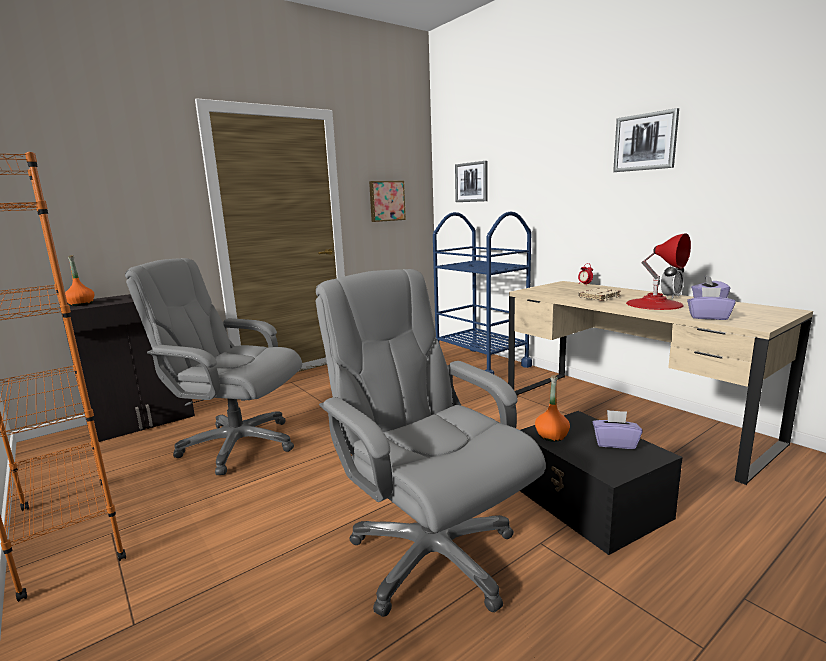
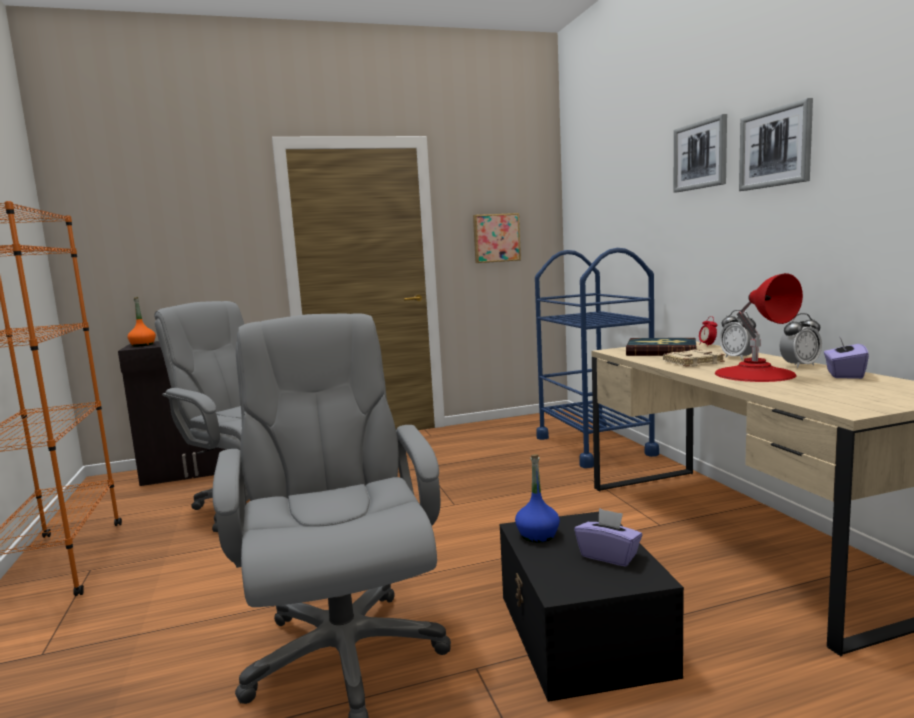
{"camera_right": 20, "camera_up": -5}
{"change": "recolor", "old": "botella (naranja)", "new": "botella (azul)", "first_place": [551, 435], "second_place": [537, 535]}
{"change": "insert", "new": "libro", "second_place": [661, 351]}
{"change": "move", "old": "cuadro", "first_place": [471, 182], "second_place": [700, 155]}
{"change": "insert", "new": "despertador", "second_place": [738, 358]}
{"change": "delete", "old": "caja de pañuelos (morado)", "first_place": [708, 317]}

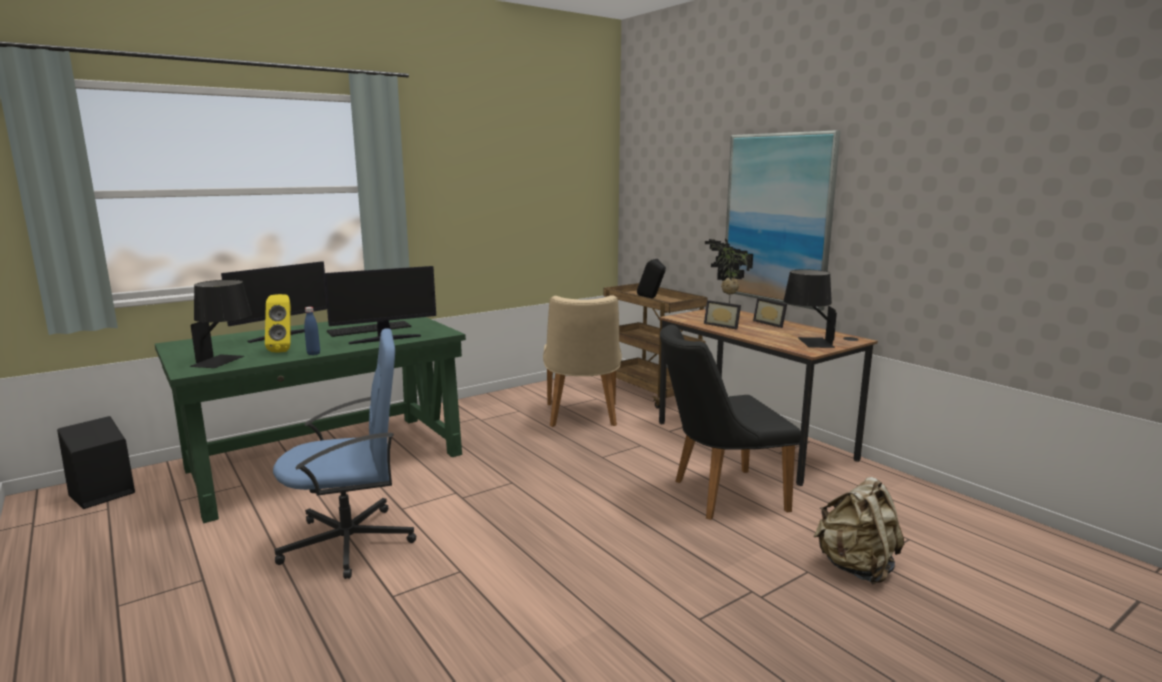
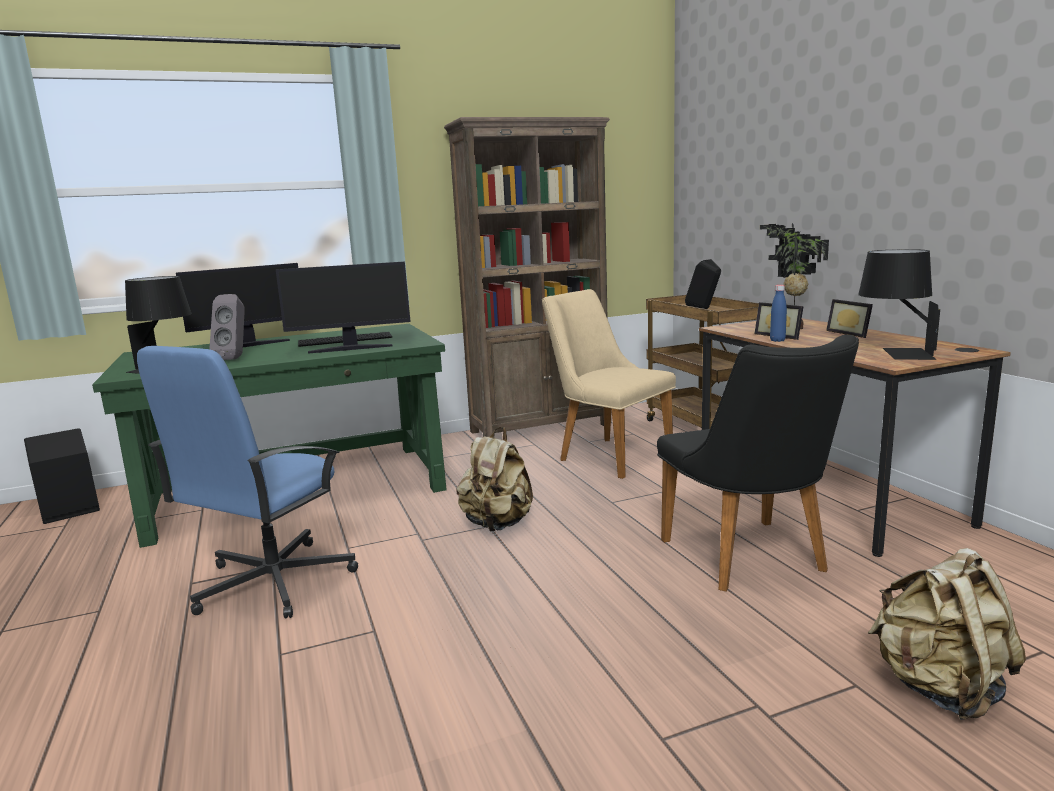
{"camera_right": 15, "camera_up": 0}
{"change": "rotate", "old": "silla de oficina (azul)", "first_place": [350, 542], "second_place": [271, 582], "degrees": 120}
{"change": "recolor", "old": "altavoz (amarillo)", "new": "altavoz (gris)", "first_place": [284, 350], "second_place": [235, 358]}
{"change": "insert", "new": "estantería (marrón)", "second_place": [541, 428]}
{"change": "insert", "new": "mochila (beis)", "second_place": [497, 524]}
{"change": "rotate", "old": "silla (beis)", "first_place": [582, 417], "second_place": [606, 454], "degrees": 120}
{"change": "rotate", "old": "silla (negro)", "first_place": [718, 495], "second_place": [751, 561], "degrees": -105}
{"change": "move", "old": "botella (azul)", "first_place": [313, 354], "second_place": [777, 340]}
{"change": "delete", "old": "cuadro", "first_place": [777, 219]}

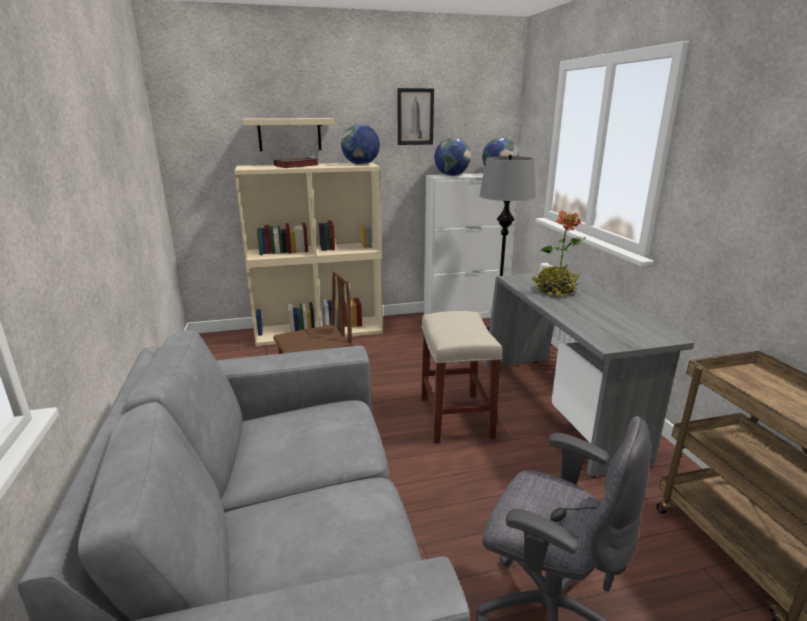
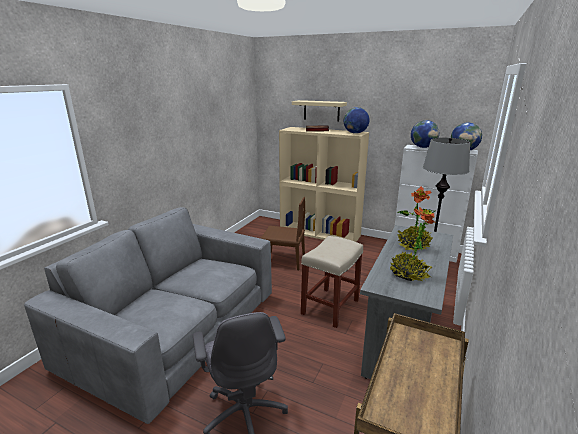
{"camera_right": 40, "camera_up": 0}
{"change": "insert", "new": "planta en maceta", "second_place": [408, 274]}
{"change": "delete", "old": "cuadro", "first_place": [415, 117]}

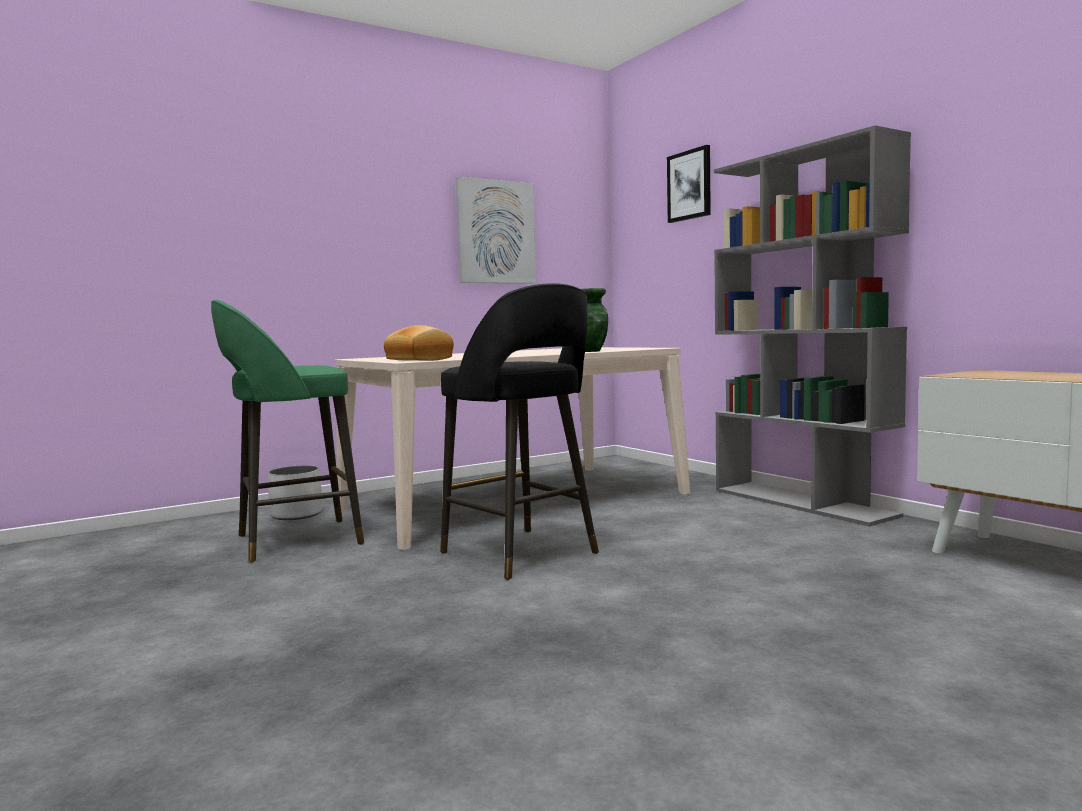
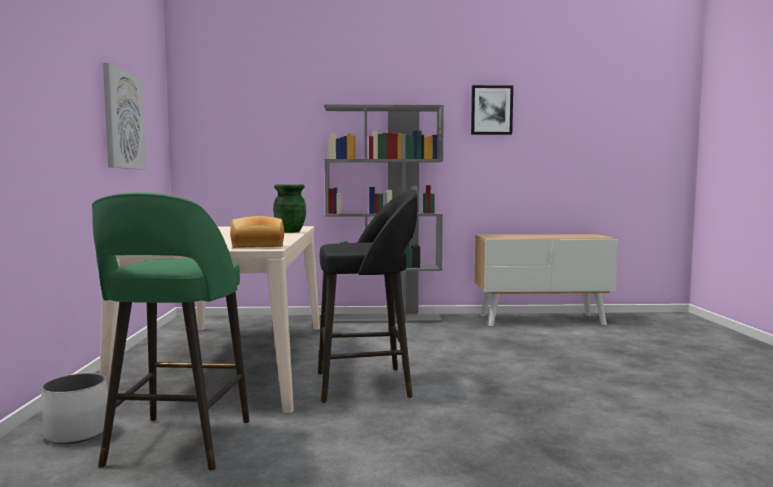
{"camera_right": -60, "camera_up": 0}
{"change": "move", "old": "cuadro", "first_place": [689, 185], "second_place": [491, 110]}

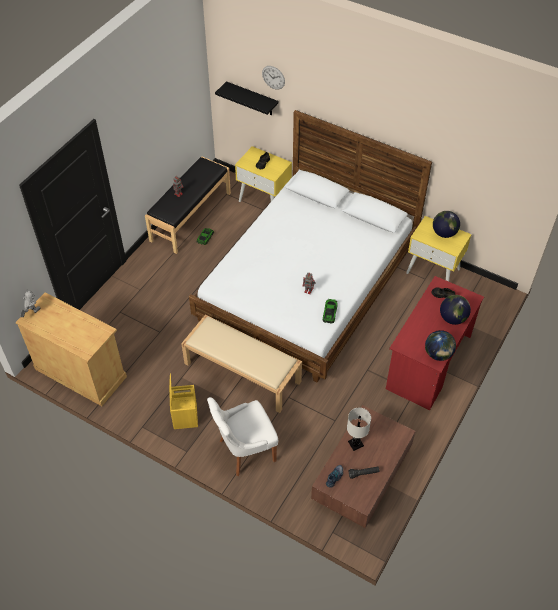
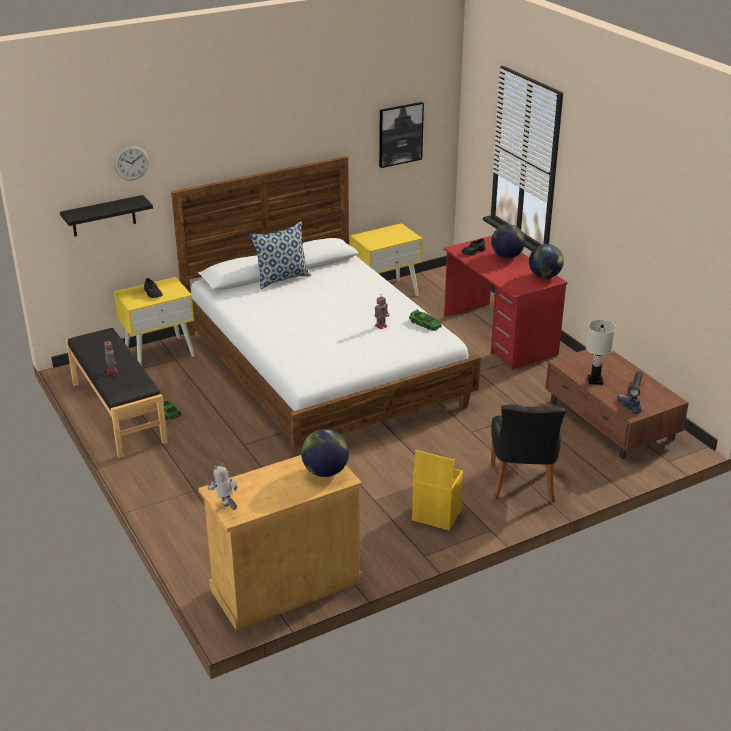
{"camera_right": -60, "camera_up": -20}
{"change": "insert", "new": "cojín", "second_place": [282, 278]}
{"change": "move", "old": "globo terráqueo", "first_place": [444, 233], "second_place": [325, 471]}
{"change": "insert", "new": "cuadro", "second_place": [400, 134]}
{"change": "recolor", "old": "silla (blanco)", "new": "silla (negro)", "first_place": [245, 451], "second_place": [522, 486]}
{"change": "delete", "old": "banco (beis)", "first_place": [243, 372]}

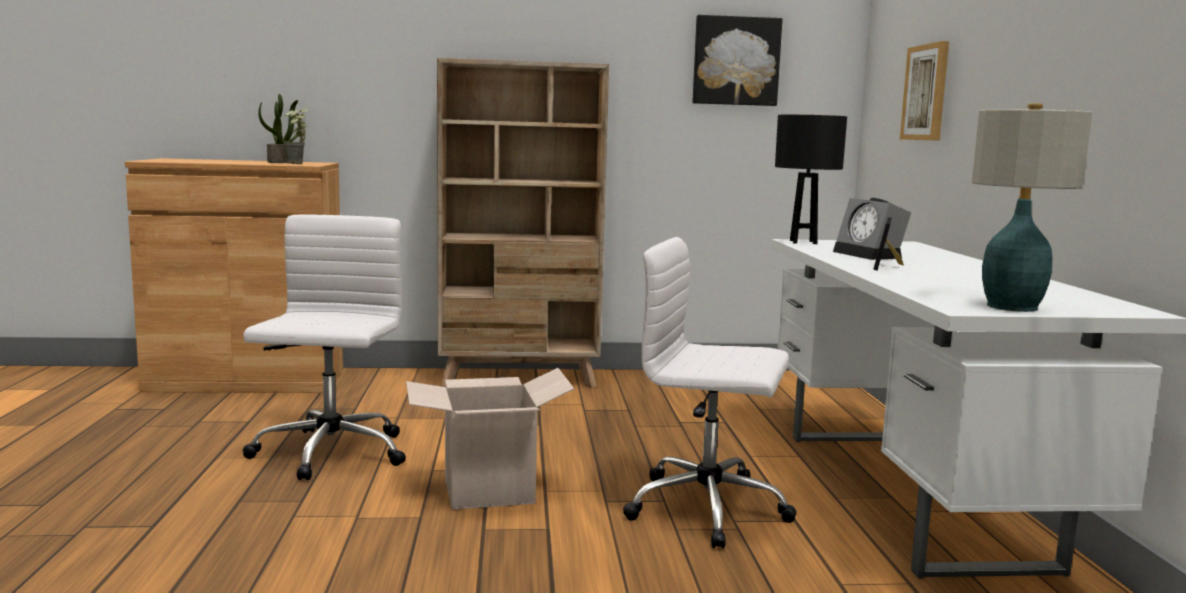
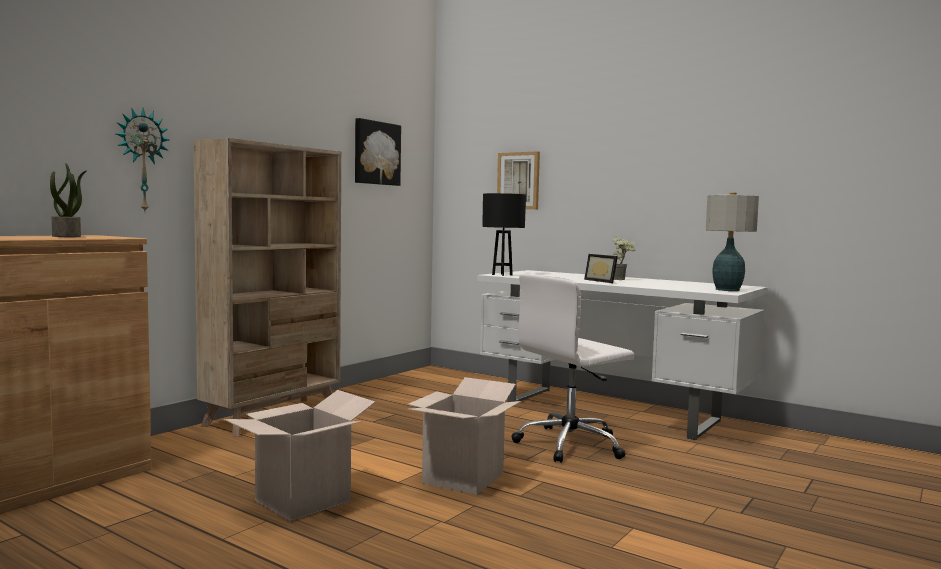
{"camera_right": -50, "camera_up": -5}
{"change": "insert", "new": "reloj de pared", "second_place": [141, 160]}
{"change": "replace", "old": "silla de oficina (blanco)", "new": "caja de cartón", "first_place": [329, 454], "second_place": [302, 501]}
{"change": "move", "old": "planta en maceta", "first_place": [297, 164], "second_place": [622, 280]}
{"change": "delete", "old": "despertador", "first_place": [871, 255]}

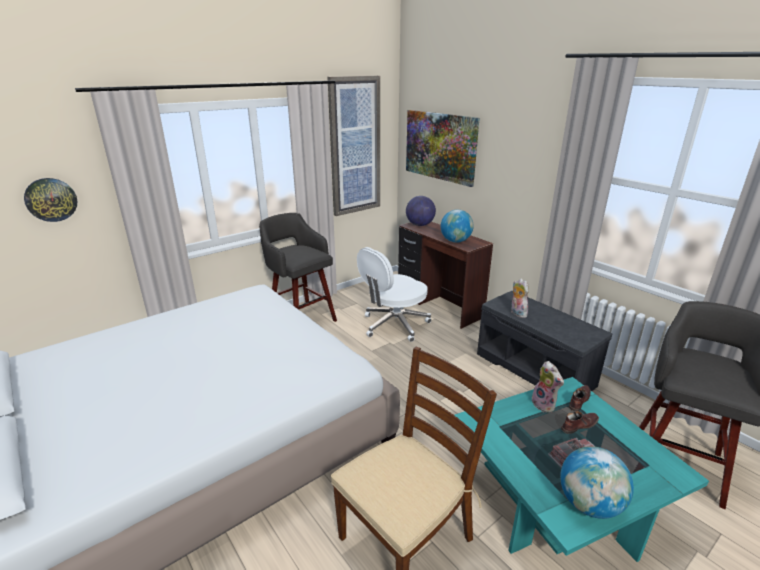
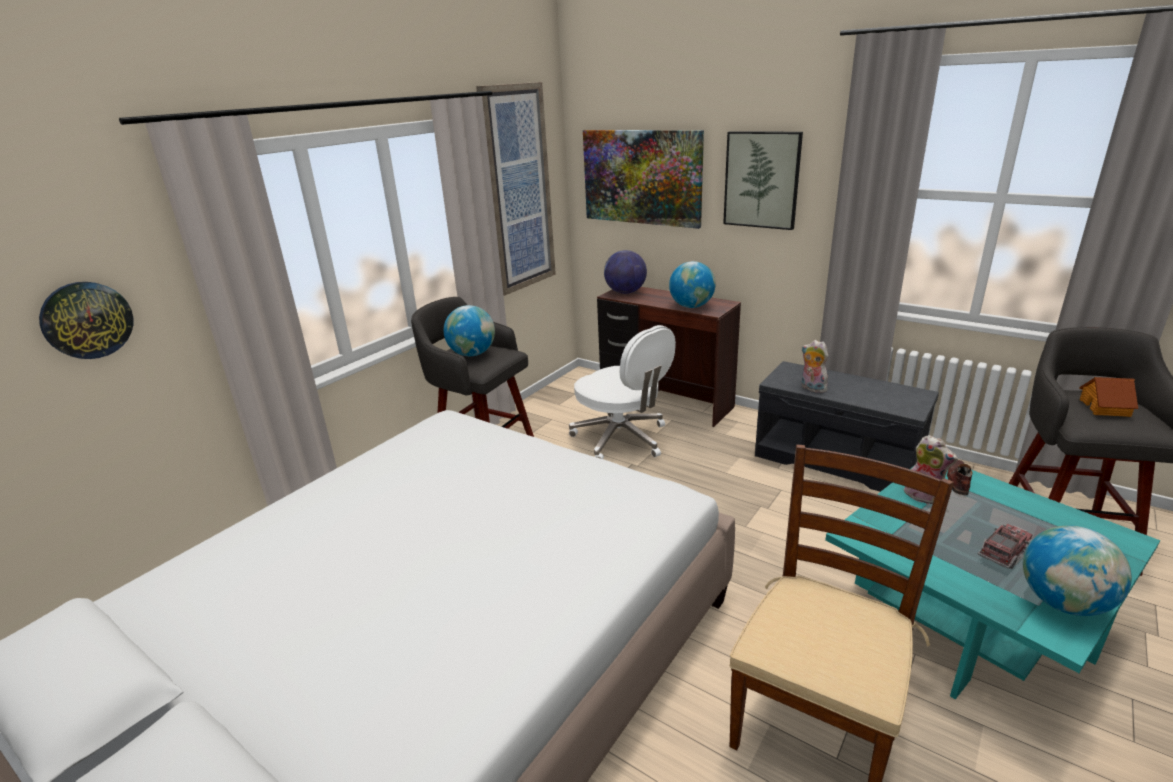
{"camera_right": -15, "camera_up": 0}
{"change": "insert", "new": "globo terráqueo", "second_place": [472, 354]}
{"change": "rotate", "old": "silla de oficina (blanco)", "first_place": [394, 325], "second_place": [622, 439], "degrees": -75}
{"change": "insert", "new": "cuadro", "second_place": [762, 180]}
{"change": "insert", "new": "casita", "second_place": [1105, 408]}
{"change": "delete", "old": "zapato (marrón)", "first_place": [578, 425]}

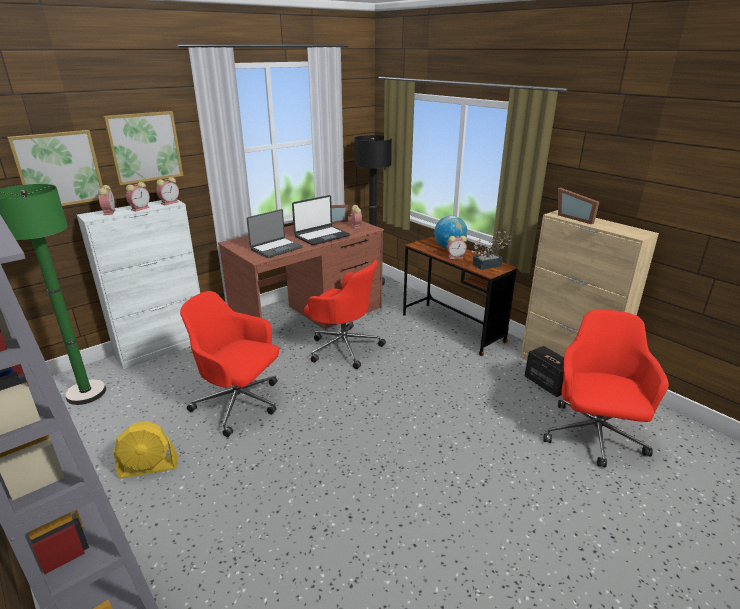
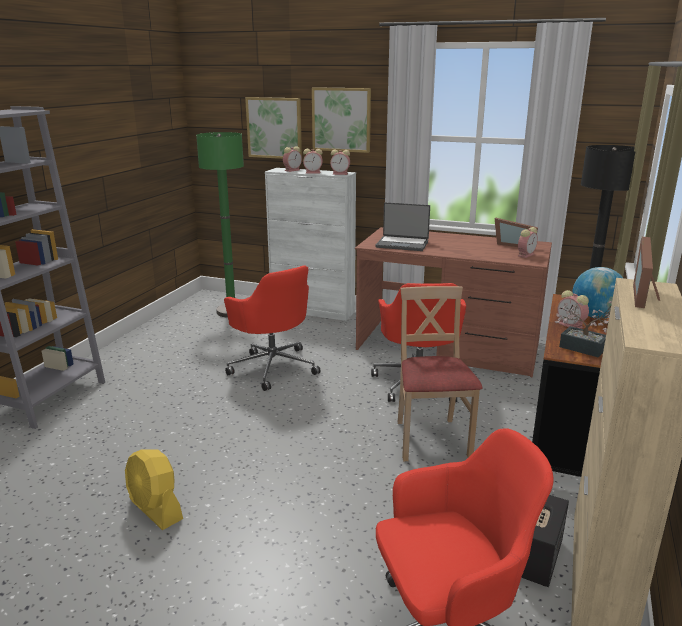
{"camera_right": 60, "camera_up": -5}
{"change": "move", "old": "ventilador (amarillo)", "first_place": [149, 467], "second_place": [155, 509]}
{"change": "rotate", "old": "silla de oficina (rojo)", "first_place": [240, 404], "second_place": [273, 367], "degrees": 150}
{"change": "insert", "new": "silla (beis)", "second_place": [431, 439]}
{"change": "delete", "old": "portátil", "first_place": [321, 236]}

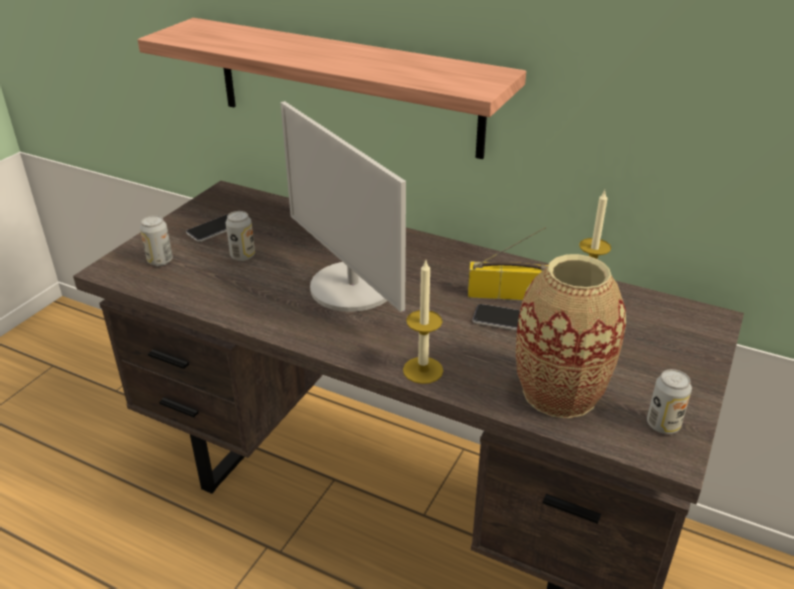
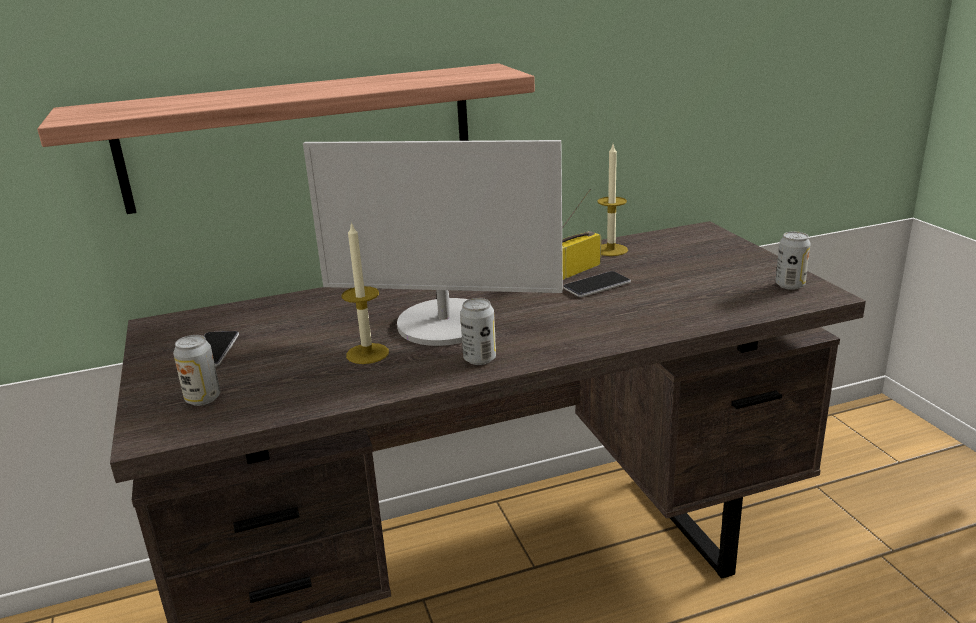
{"camera_right": -45, "camera_up": -10}
{"change": "move", "old": "vela", "first_place": [423, 370], "second_place": [367, 353]}
{"change": "move", "old": "lata", "first_place": [243, 256], "second_place": [479, 359]}
{"change": "delete", "old": "florero", "first_place": [559, 392]}

